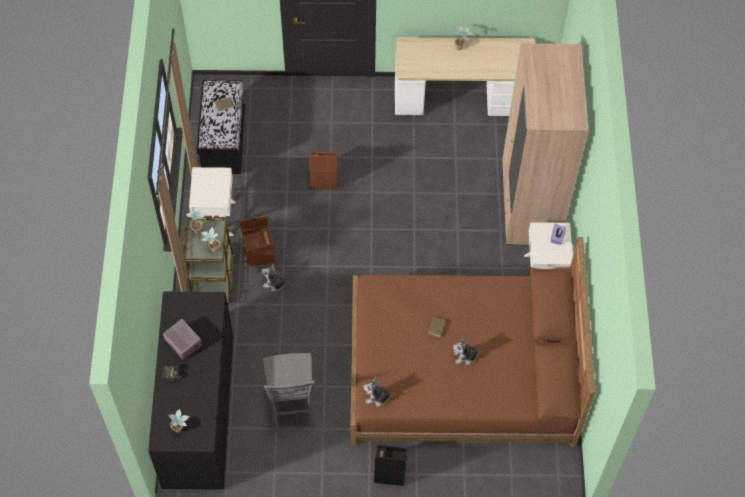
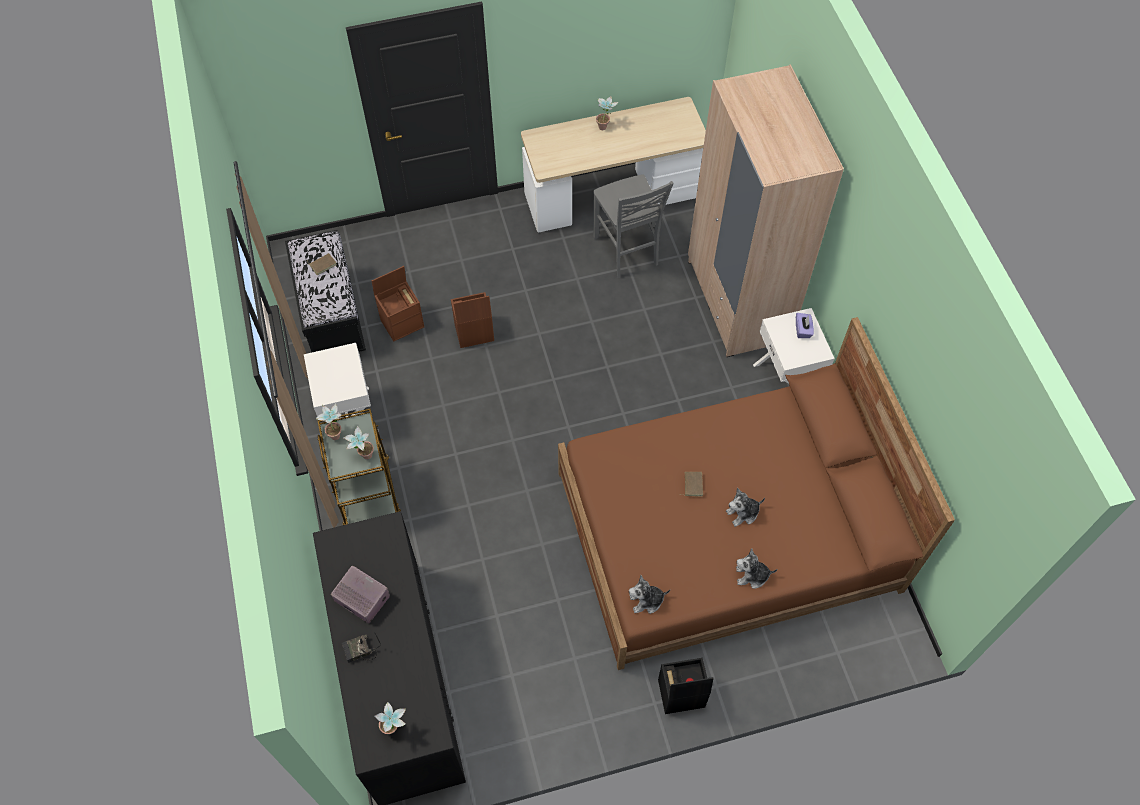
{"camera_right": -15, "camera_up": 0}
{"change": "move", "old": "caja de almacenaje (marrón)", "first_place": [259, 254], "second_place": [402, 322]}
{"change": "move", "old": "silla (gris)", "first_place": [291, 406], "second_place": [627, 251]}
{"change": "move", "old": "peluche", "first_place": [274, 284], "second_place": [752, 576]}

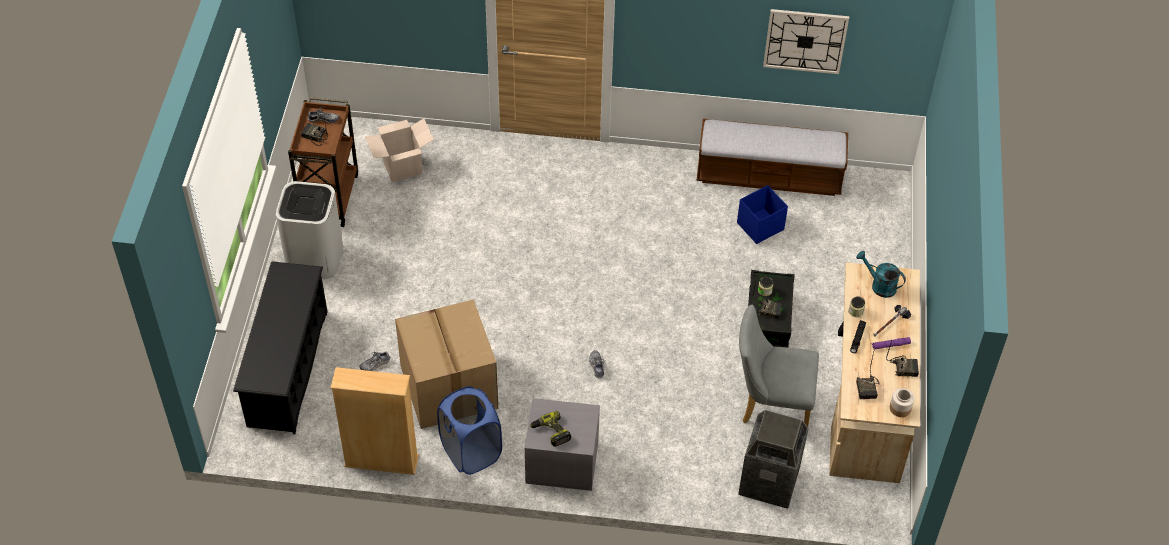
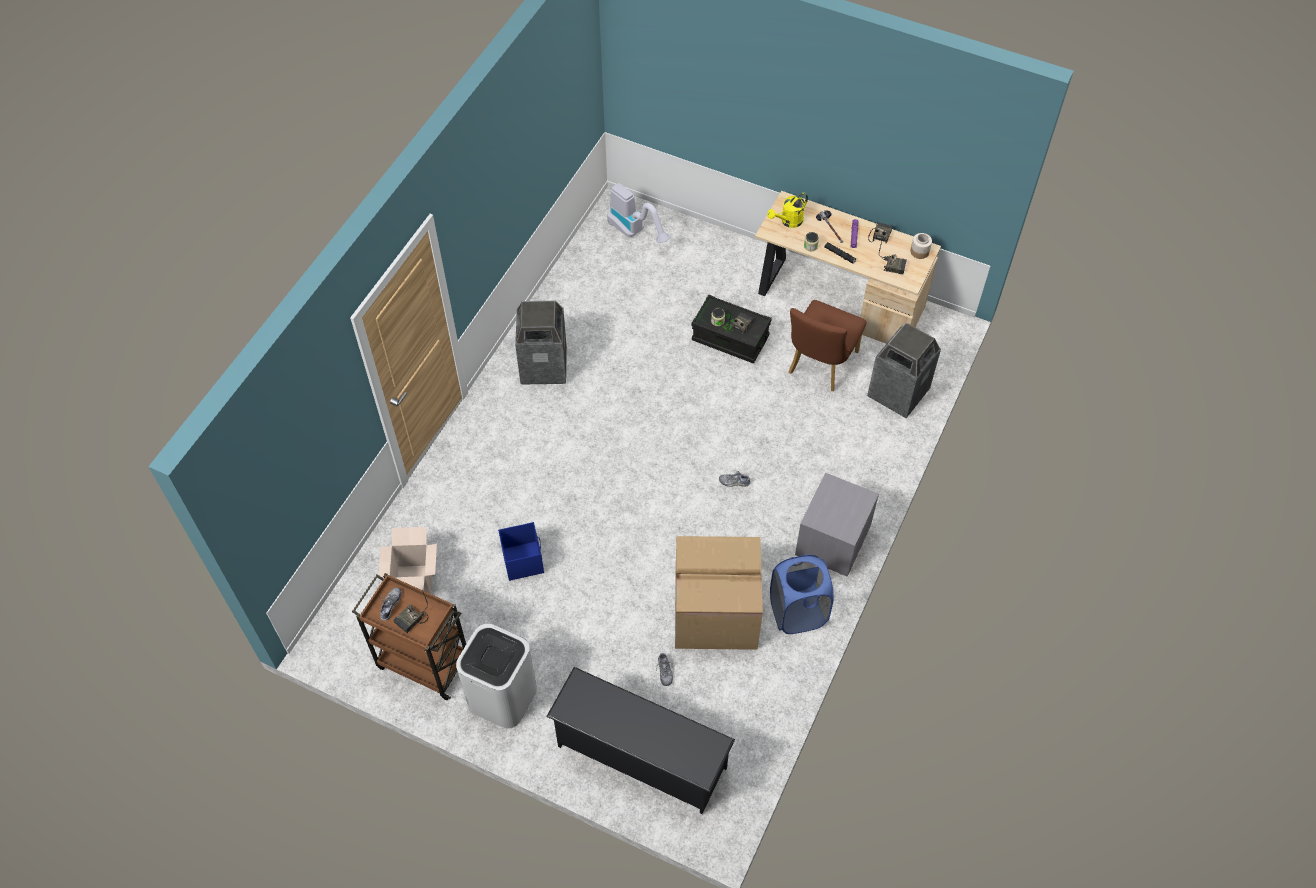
{"camera_right": -70, "camera_up": 5}
{"change": "move", "old": "caja de almacenaje (azul)", "first_place": [761, 226], "second_place": [523, 560]}
{"change": "insert", "new": "papelera", "second_place": [543, 366]}
{"change": "insert", "new": "aspiradora", "second_place": [635, 232]}
{"change": "recolor", "old": "regadera (turquesa)", "new": "regadera (amarillo)", "first_place": [879, 285], "second_place": [788, 221]}
{"change": "recolor", "old": "silla (gris)", "new": "silla (marrón)", "first_place": [770, 404], "second_place": [819, 366]}
{"change": "delete", "old": "estantería (beis)", "first_place": [381, 461]}
{"change": "delete", "old": "taladro", "first_place": [551, 432]}
{"change": "delete", "old": "banco", "first_place": [769, 176]}
{"change": "delete", "old": "reloj de pared", "first_place": [805, 41]}

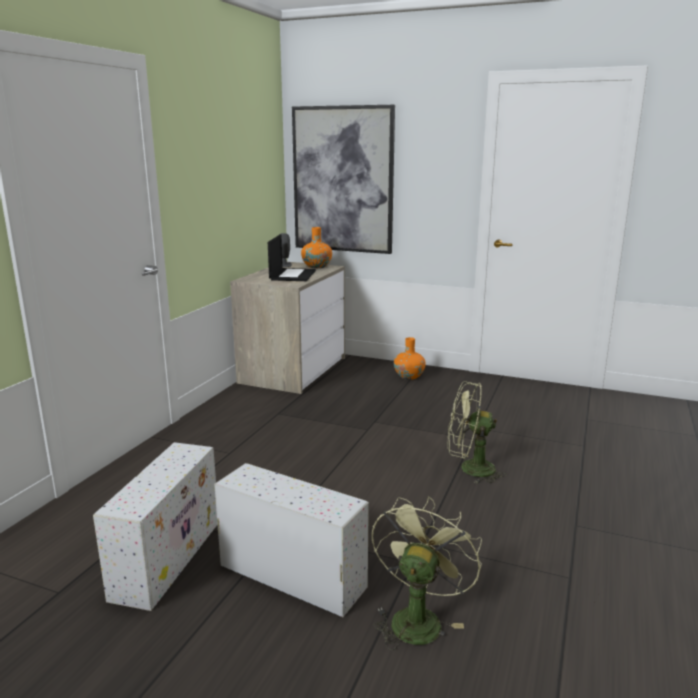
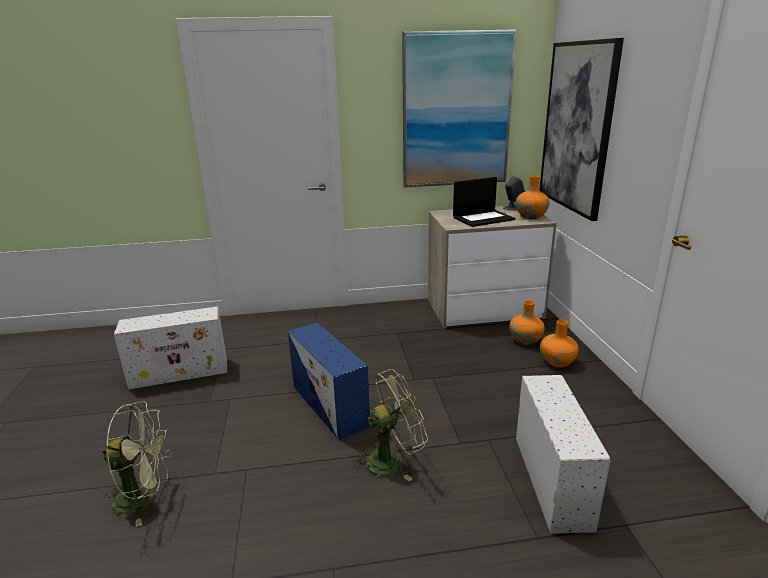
{"camera_right": 60, "camera_up": 5}
{"change": "insert", "new": "caja de almacenaje (azul)", "second_place": [330, 406]}
{"change": "rotate", "old": "ventilador (verde)", "first_place": [469, 469], "second_place": [392, 460], "degrees": 90}
{"change": "insert", "new": "cuadro", "second_place": [456, 111]}
{"change": "insert", "new": "florero (naranja)", "second_place": [525, 340]}
{"change": "move", "old": "caja de almacenaje (blanco)", "first_place": [290, 575], "second_place": [551, 478]}

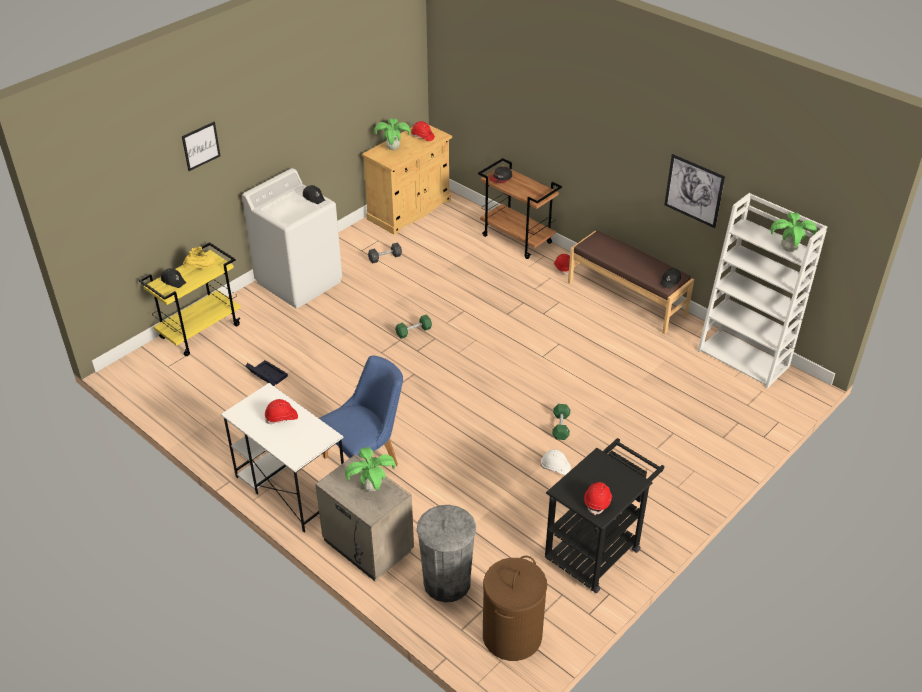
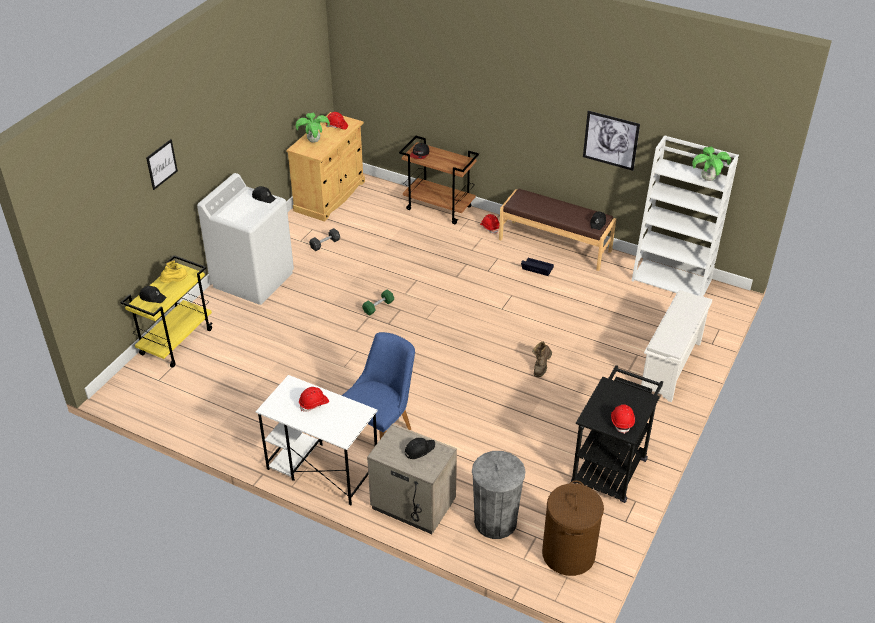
{"camera_right": -15, "camera_up": 0}
{"change": "replace", "old": "planta en maceta", "new": "gorra (negro)", "first_place": [371, 487], "second_place": [419, 450]}
{"change": "move", "old": "caja de almacenaje (negro)", "first_place": [266, 375], "second_place": [536, 269]}
{"change": "replace", "old": "mancuerna (verde)", "new": "bota (marrón)", "first_place": [560, 426], "second_place": [541, 367]}
{"change": "insert", "new": "zapatero (blanco)", "second_place": [671, 367]}
{"change": "delete", "old": "casco (blanco)", "first_place": [555, 467]}

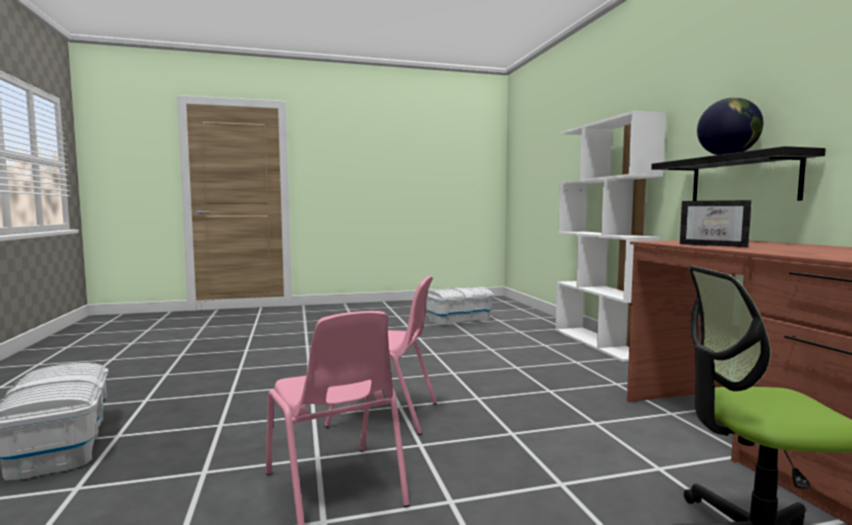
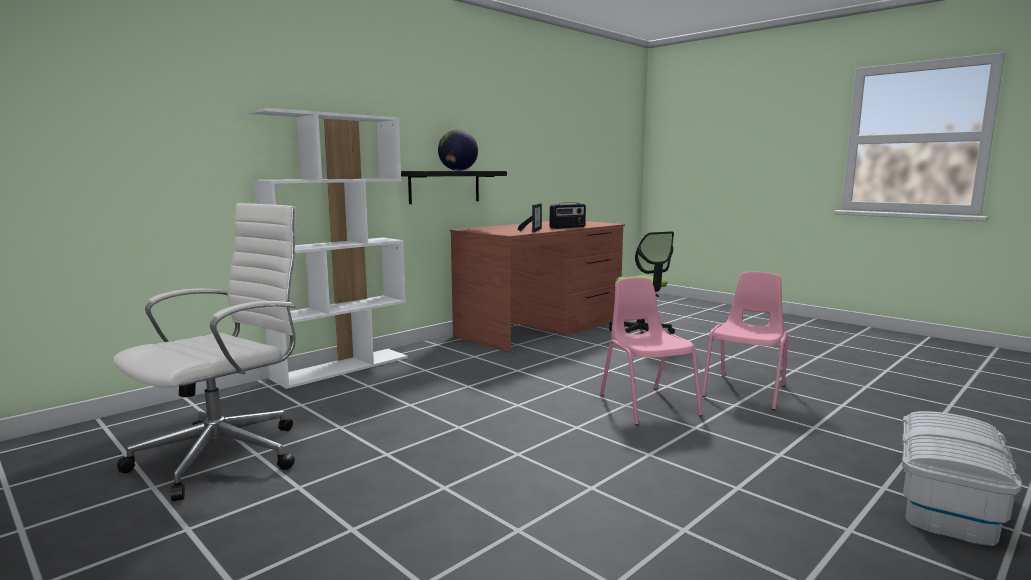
{"camera_right": -120, "camera_up": 5}
{"change": "replace", "old": "caja de almacenaje (blanco)", "new": "silla de oficina (blanco)", "first_place": [459, 320], "second_place": [225, 455]}
{"change": "insert", "new": "radio", "second_place": [567, 227]}

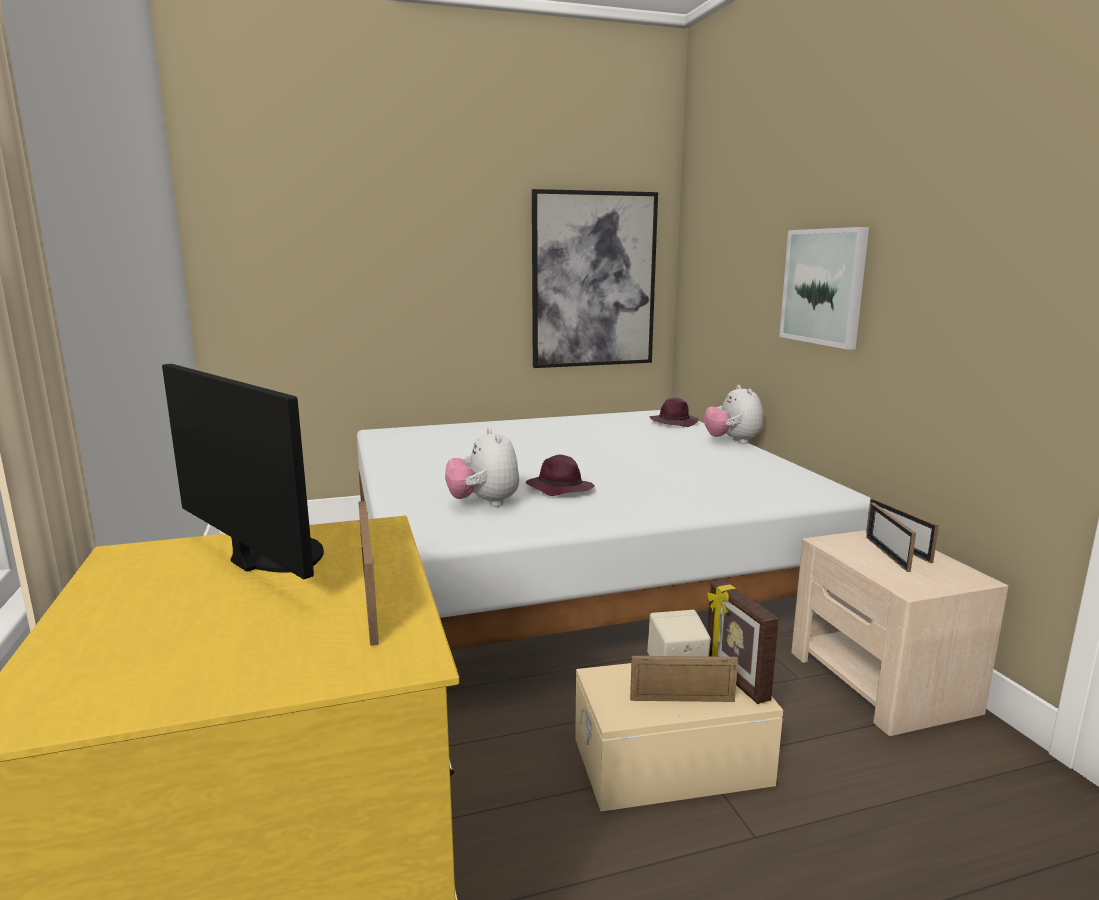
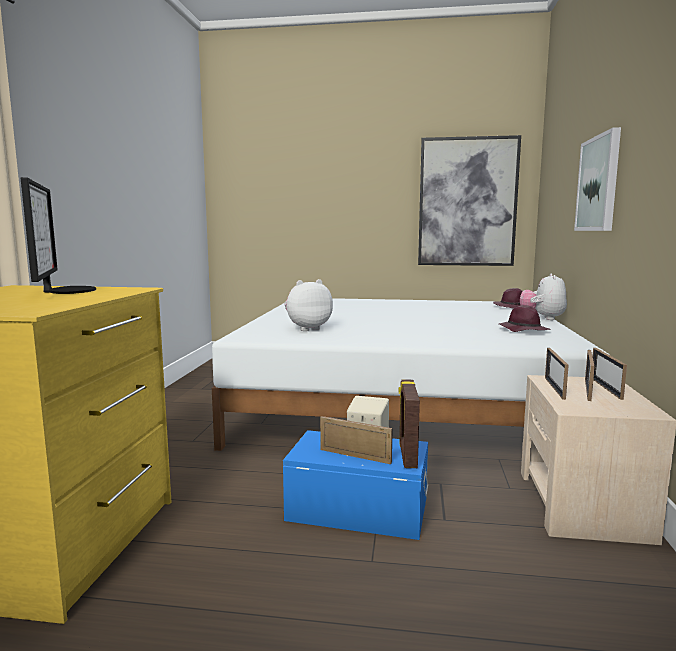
{"camera_right": 25, "camera_up": -5}
{"change": "recolor", "old": "caja de almacenaje (beis)", "new": "caja de almacenaje (azul)", "first_place": [669, 760], "second_place": [357, 508]}
{"change": "rotate", "old": "peluche", "first_place": [484, 503], "second_place": [307, 328], "degrees": 60}
{"change": "move", "old": "sombrero (morado)", "first_place": [558, 489], "second_place": [522, 330]}
{"change": "move", "old": "portarretratos", "first_place": [370, 602], "second_place": [554, 388]}

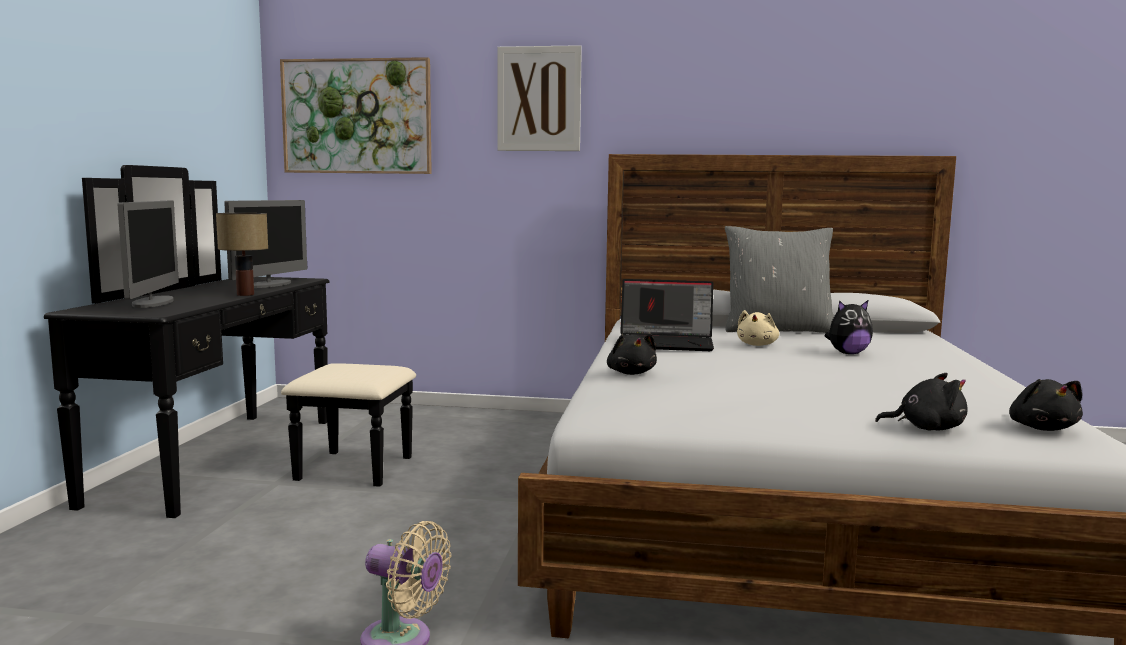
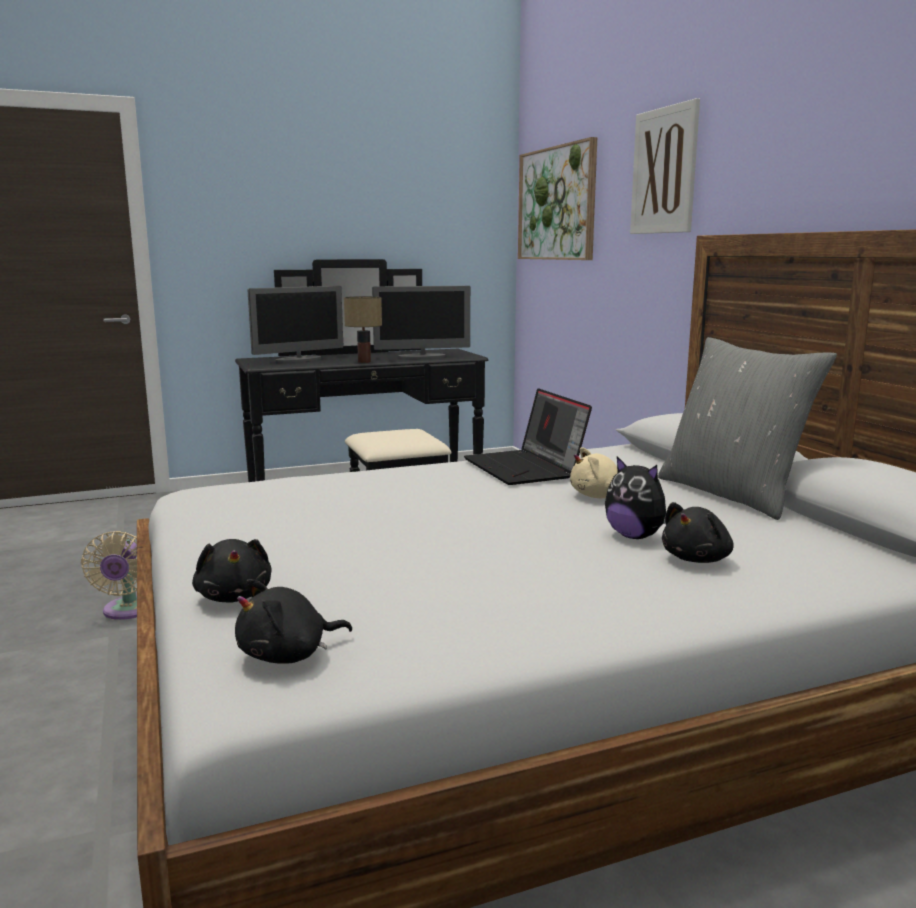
{"camera_right": 60, "camera_up": 5}
{"change": "move", "old": "peluche (negro)", "first_place": [631, 373], "second_place": [697, 559]}

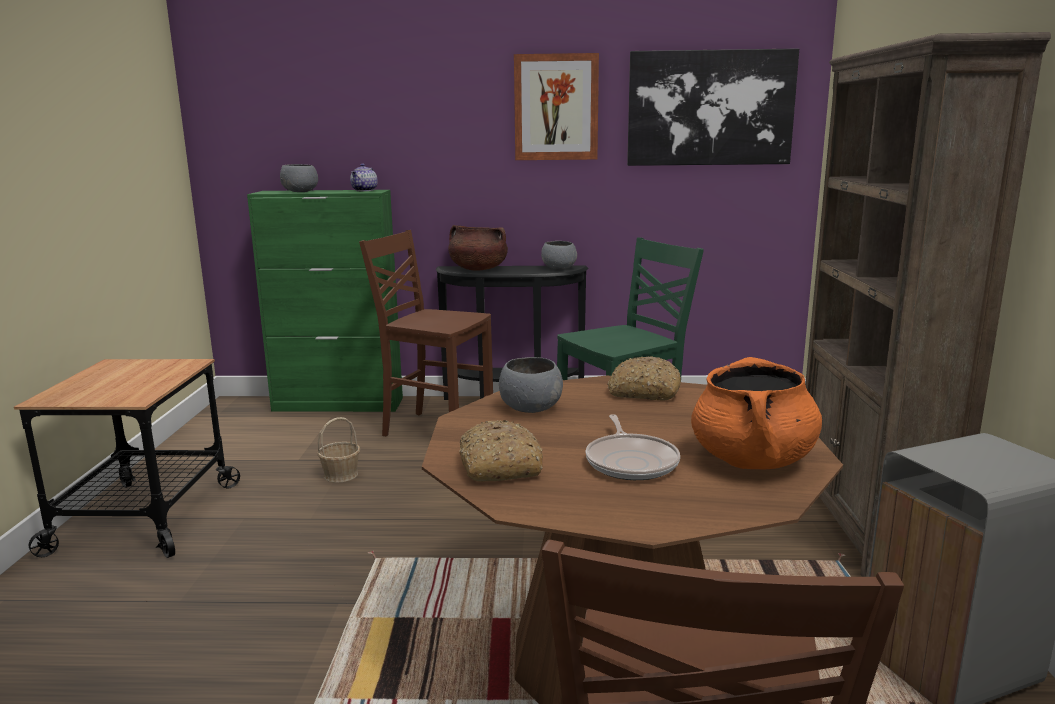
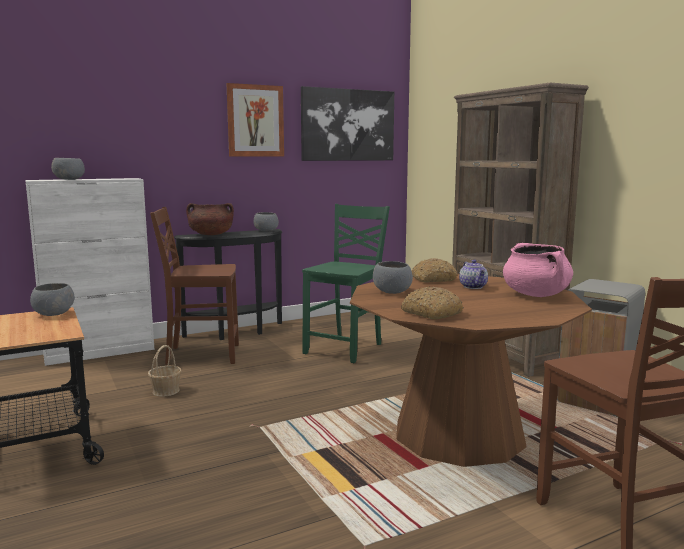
{"camera_right": -30, "camera_up": -5}
{"change": "recolor", "old": "armario (verde)", "new": "armario (blanco)", "first_place": [339, 404], "second_place": [100, 352]}
{"change": "insert", "new": "cuenco (gris)", "second_place": [53, 314]}
{"change": "move", "old": "tetera", "first_place": [365, 190], "second_place": [473, 287]}
{"change": "recolor", "old": "olla (naranja)", "new": "olla (rosa)", "first_place": [752, 460], "second_place": [536, 295]}
{"change": "delete", "old": "sartén", "first_place": [631, 462]}

